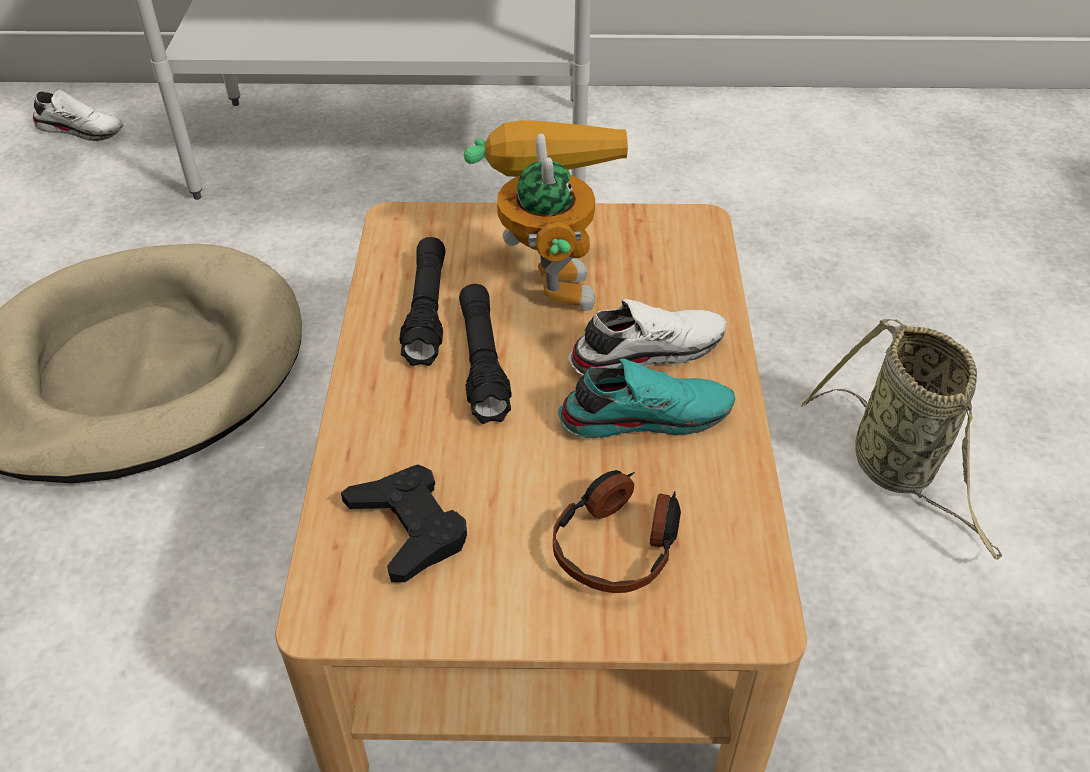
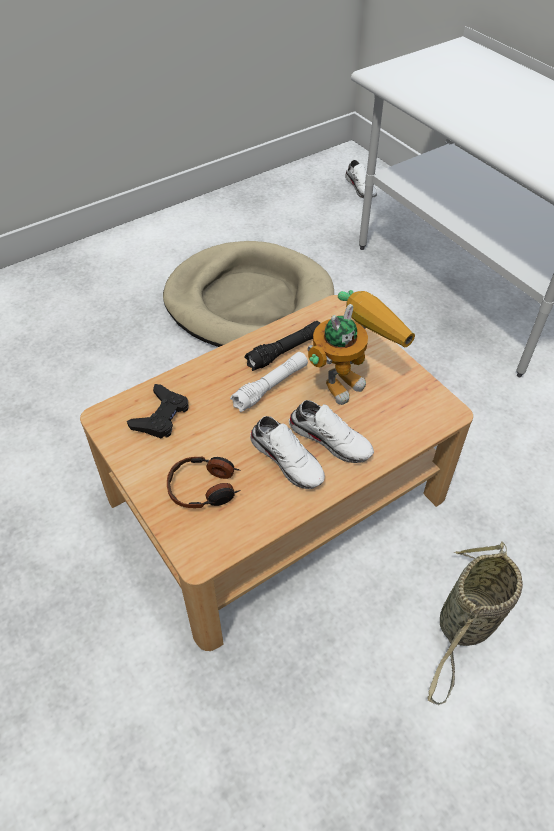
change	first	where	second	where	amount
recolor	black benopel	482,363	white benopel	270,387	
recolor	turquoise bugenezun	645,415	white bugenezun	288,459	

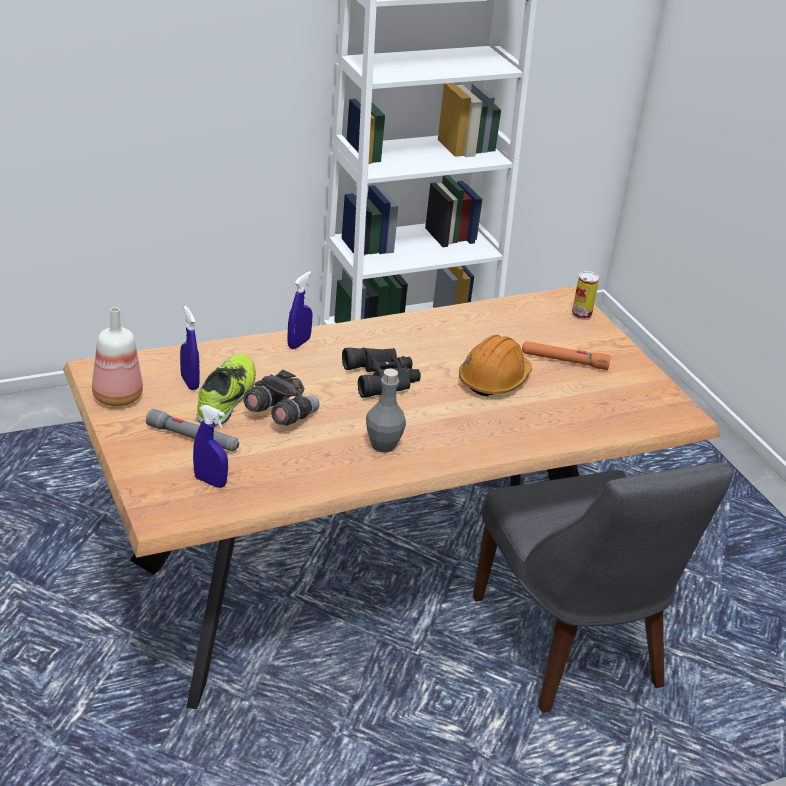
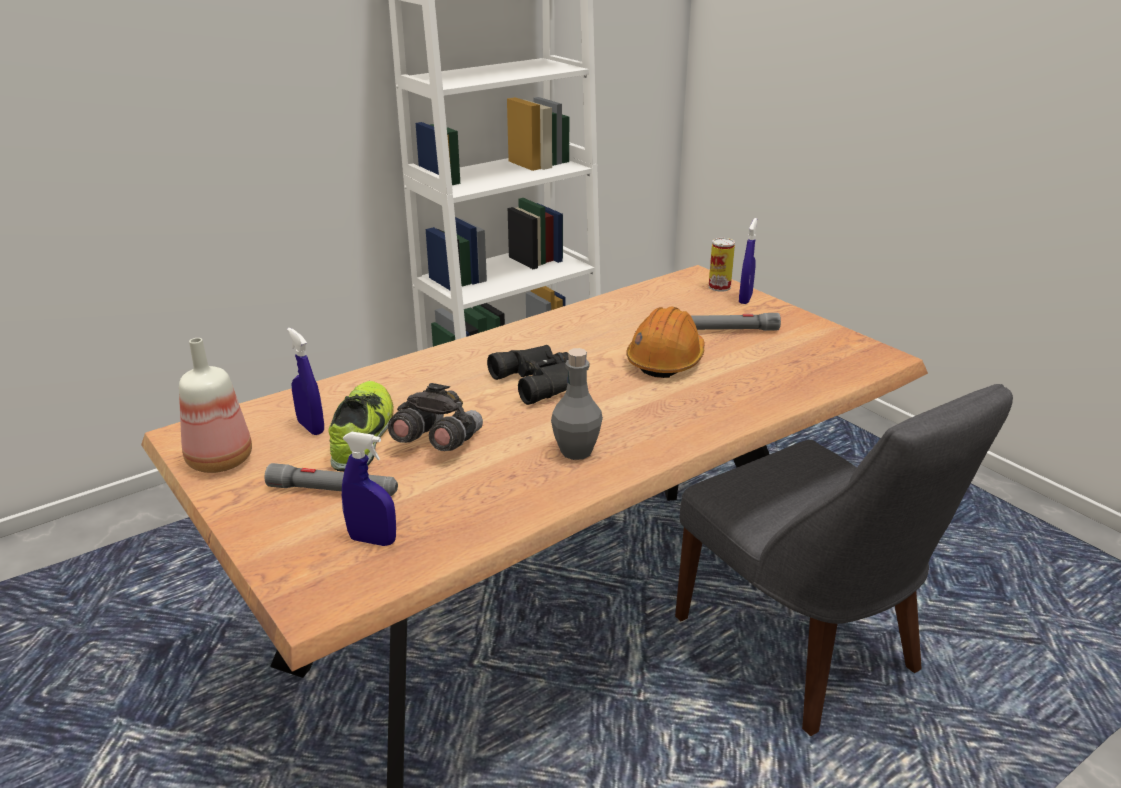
change	first	where	second	where	amount
move	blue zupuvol	299,343		745,299	
recolor	orange benopel	564,361	grey benopel	729,330	

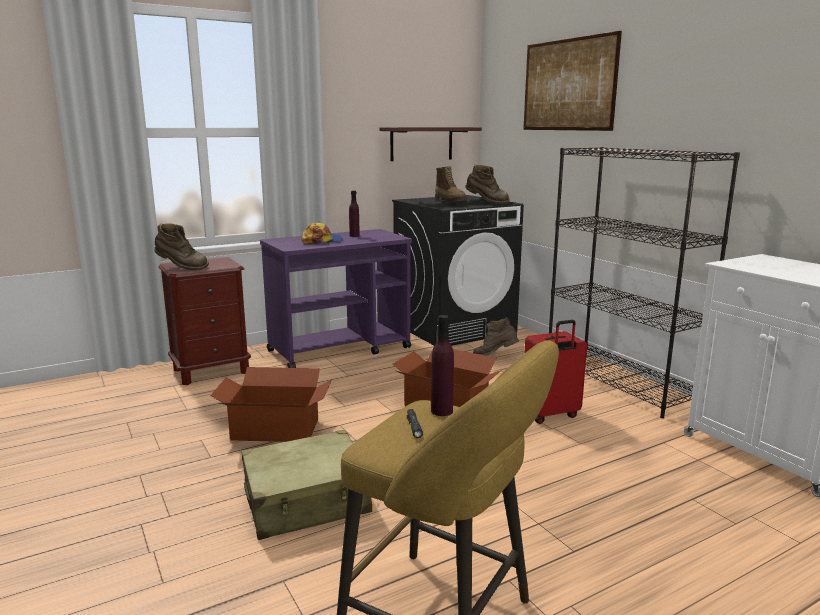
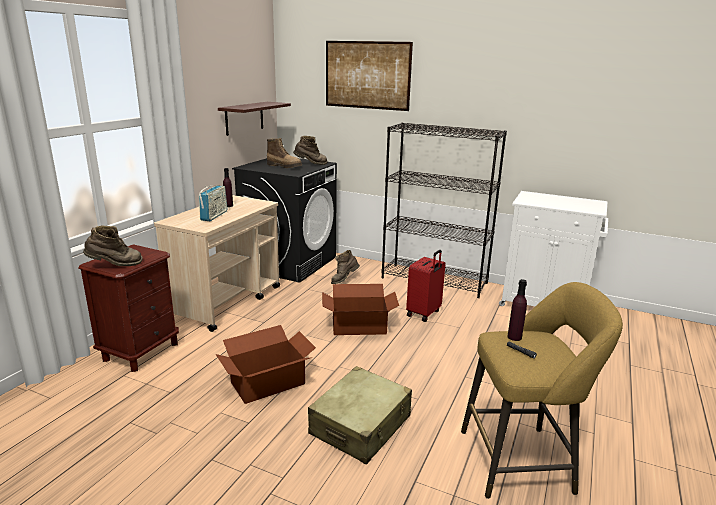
change	first	where	second	where	amount
replace	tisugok	322,241	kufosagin	214,216	
recolor	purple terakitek	340,349	beige terakitek	227,301	

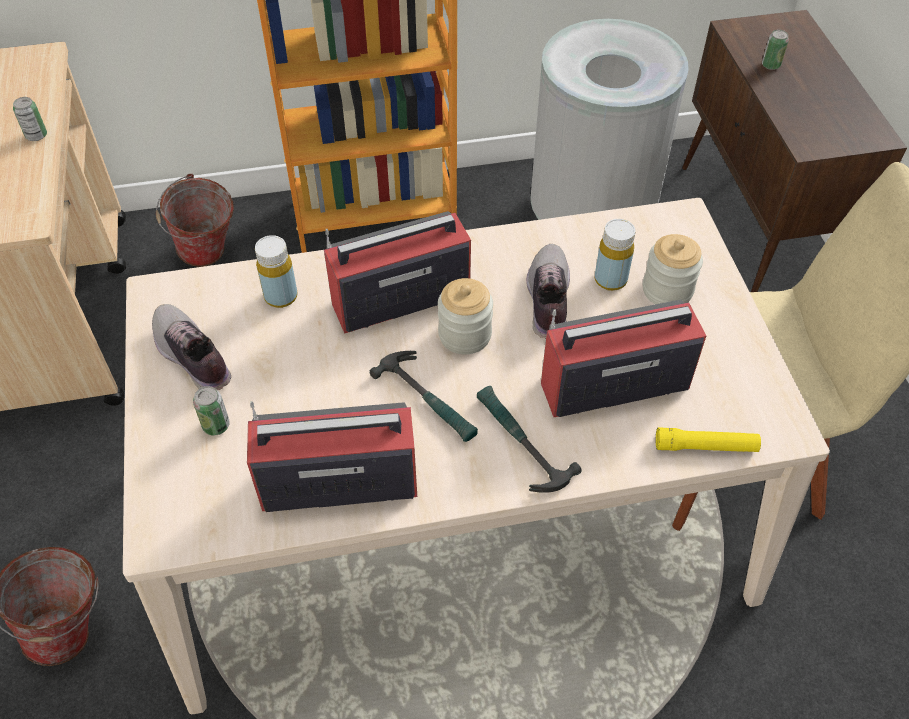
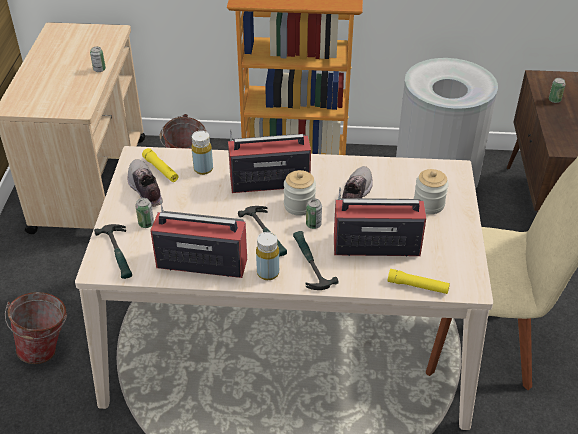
change	first	where	second	where	amount
insert			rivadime	119,253	
insert			yellow benopel	161,170	
insert			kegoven	313,224	
move	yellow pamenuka	610,280		268,273	

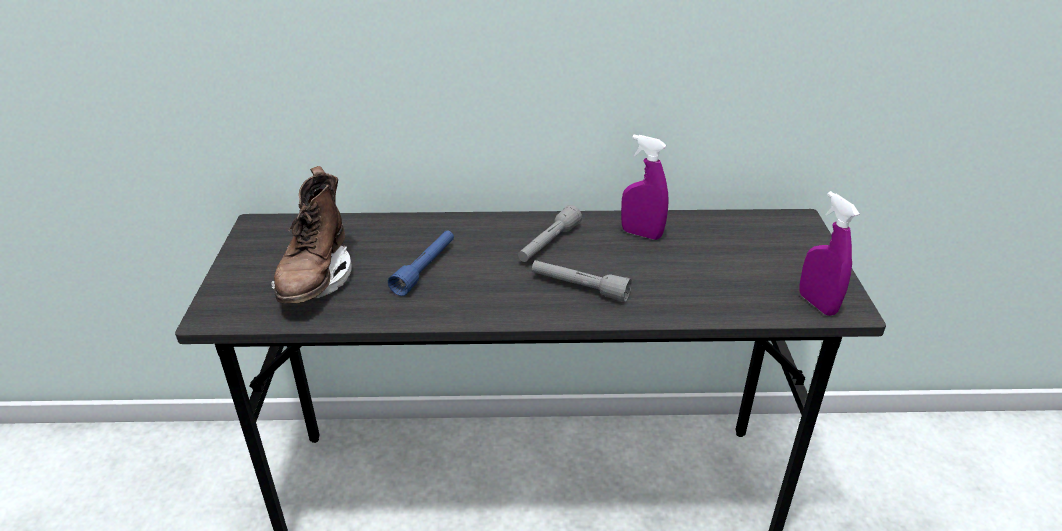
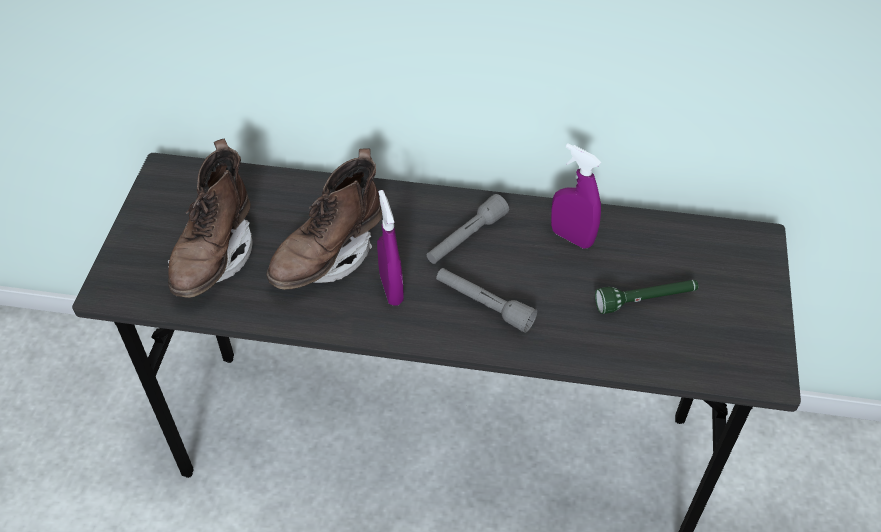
change	first	where	second	where	amount
insert			green benopel	646,301	
move	purple zupuvol	817,304		391,289	
replace	blue benopel	425,269	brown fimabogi	328,256	

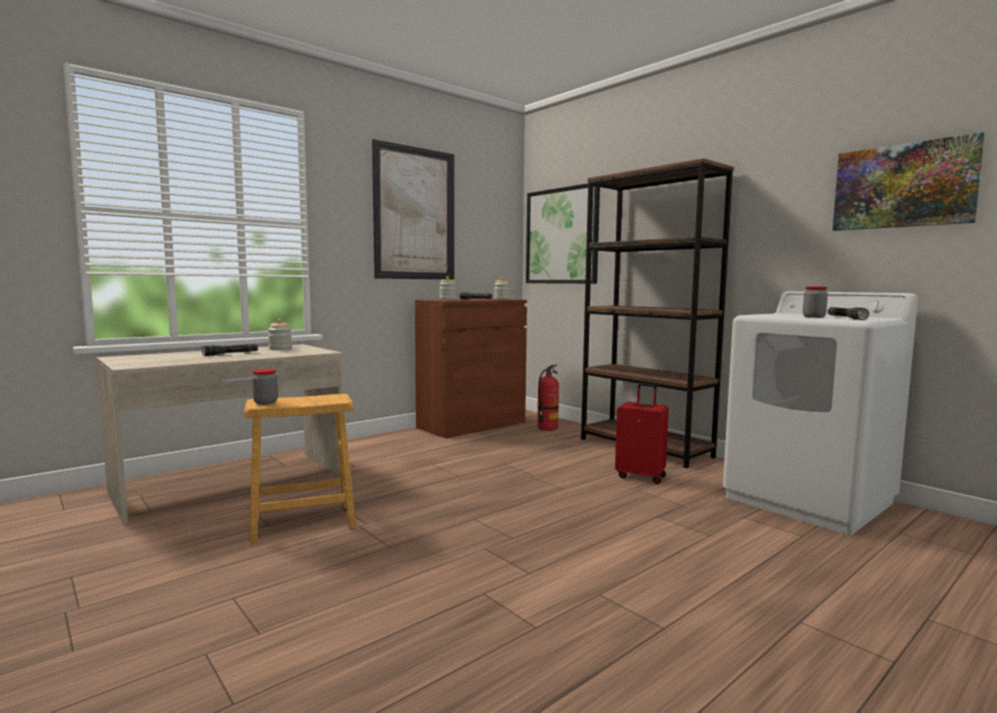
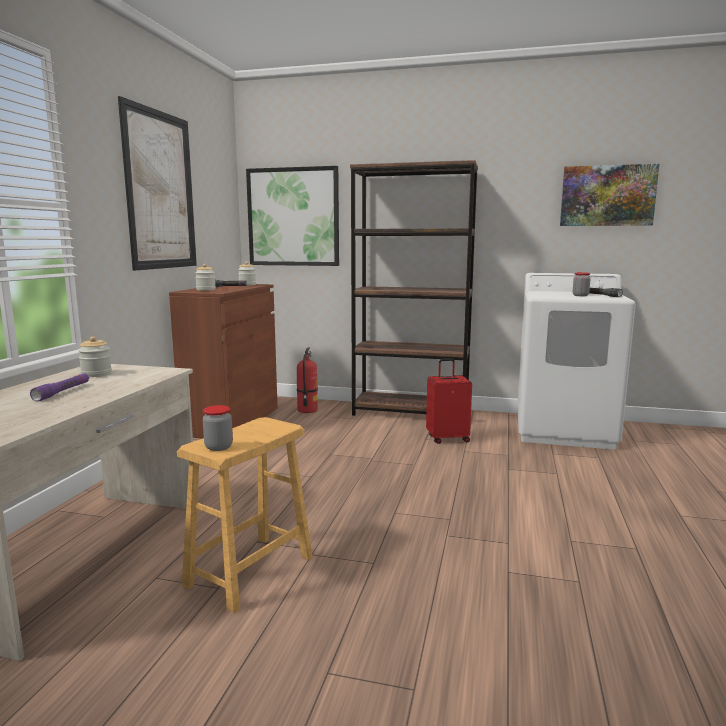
change	first	where	second	where	amount
recolor	black benopel	231,354	purple benopel	62,392	

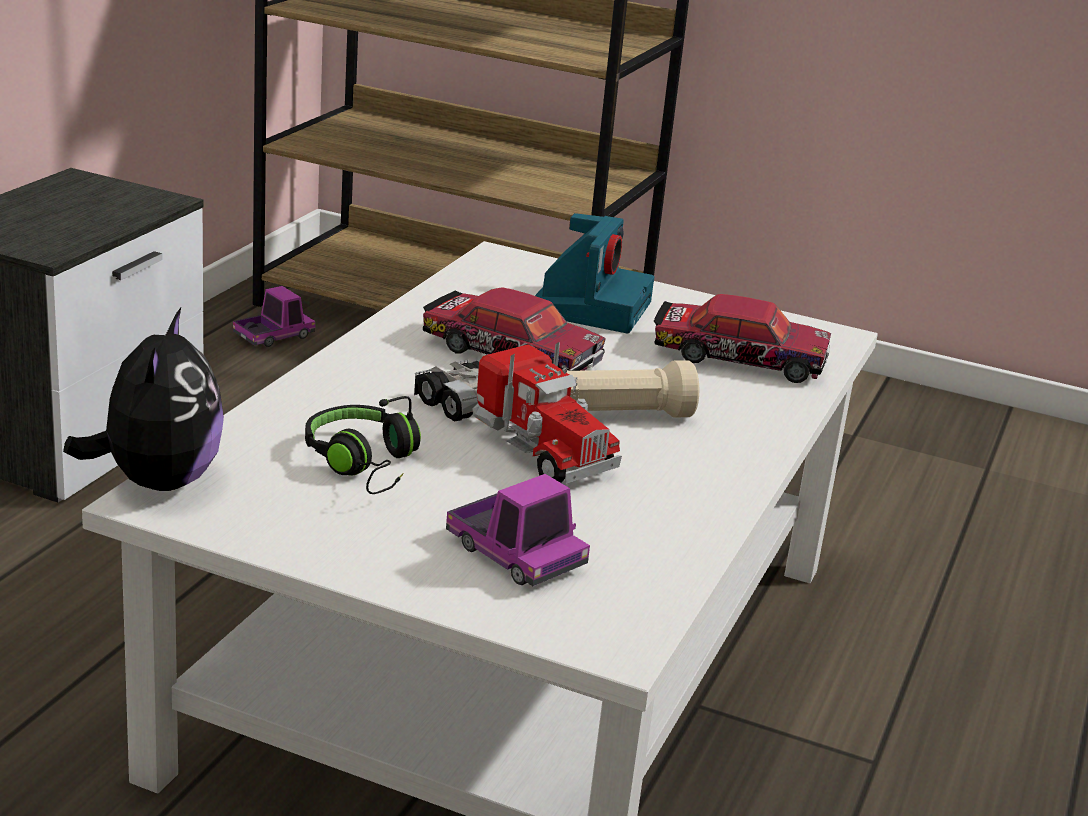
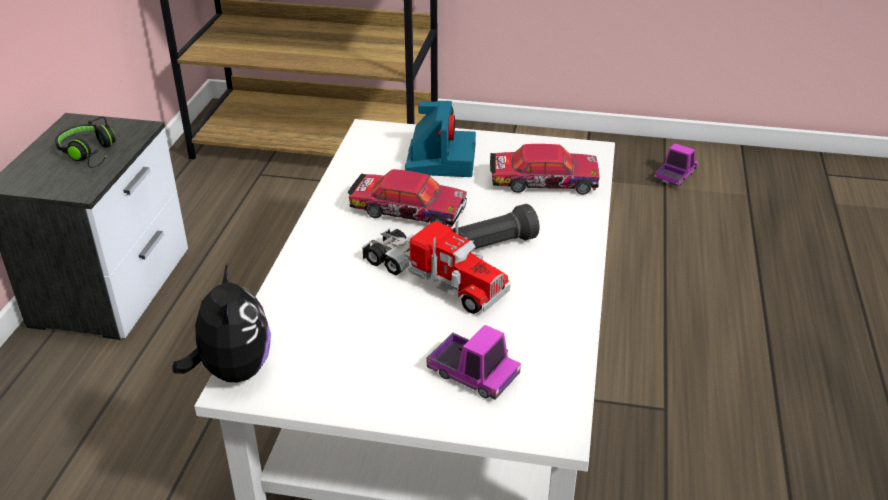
change	first	where	second	where	amount
move	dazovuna	274,336		675,176	
move	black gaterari	365,464		90,153	
recolor	beige benopel	622,415	black benopel	493,245	

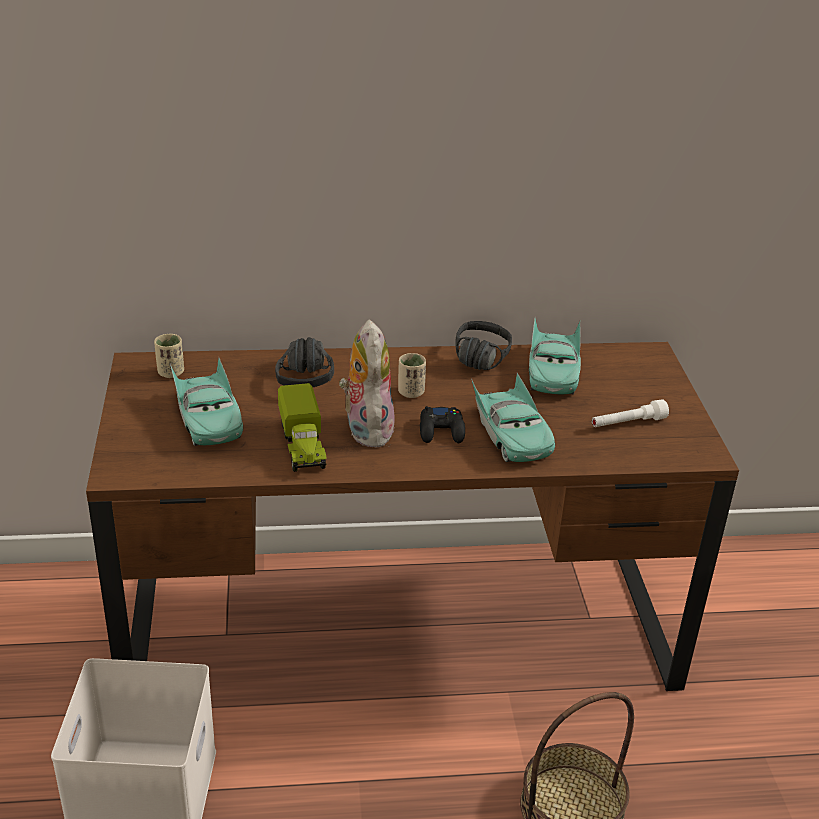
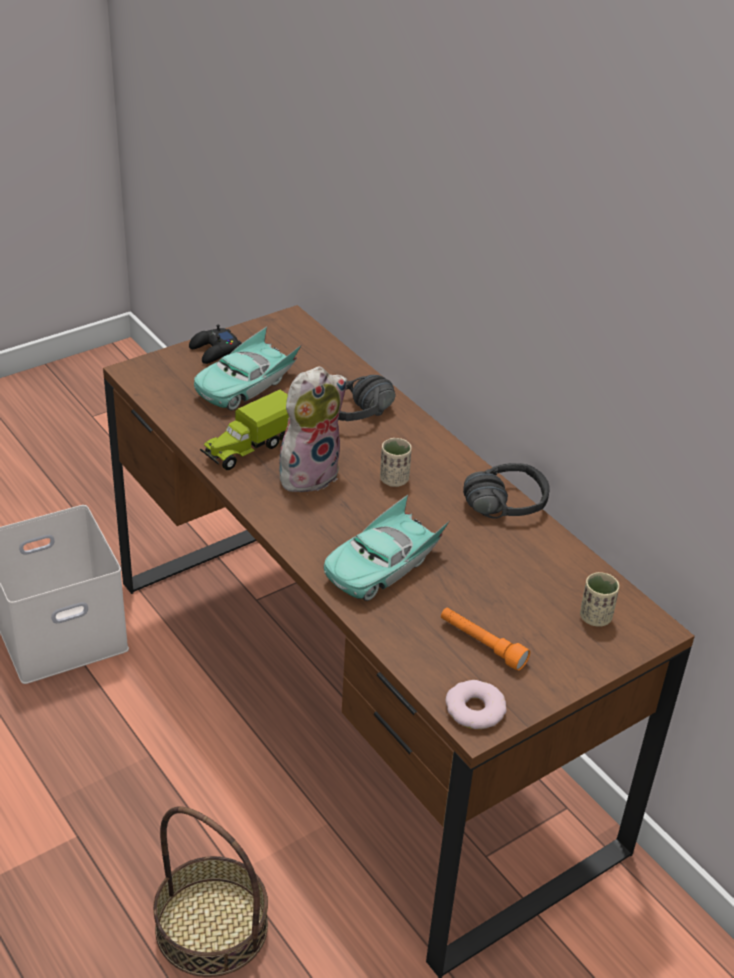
change	first	where	second	where	amount
delete	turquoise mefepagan	552,371			
insert			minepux	474,709	
move	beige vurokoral	171,372		595,617	
move	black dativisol	442,431		215,351	
recolor	white benopel	627,423	orange benopel	481,644	

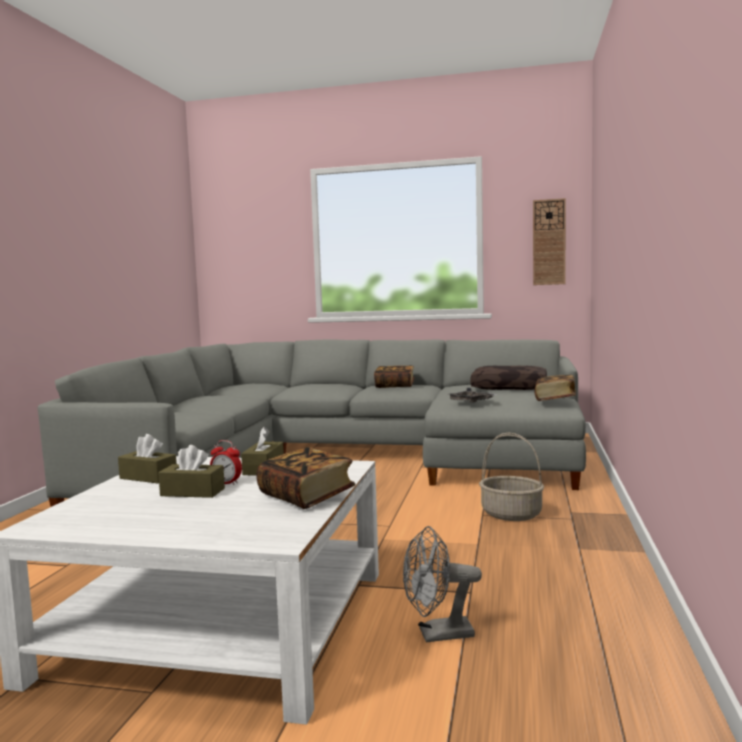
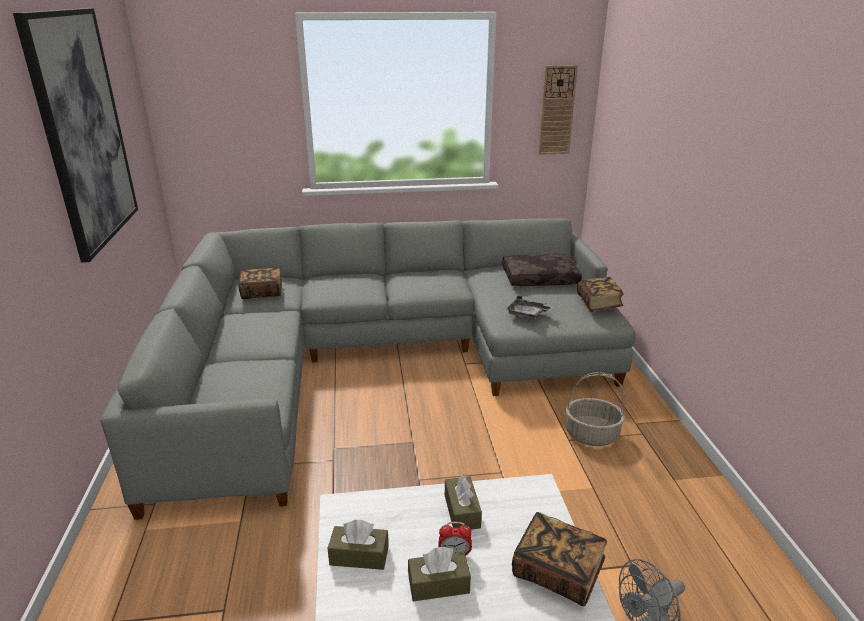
change	first	where	second	where	amount
insert			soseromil	83,130	
move	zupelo	395,386		262,292	

